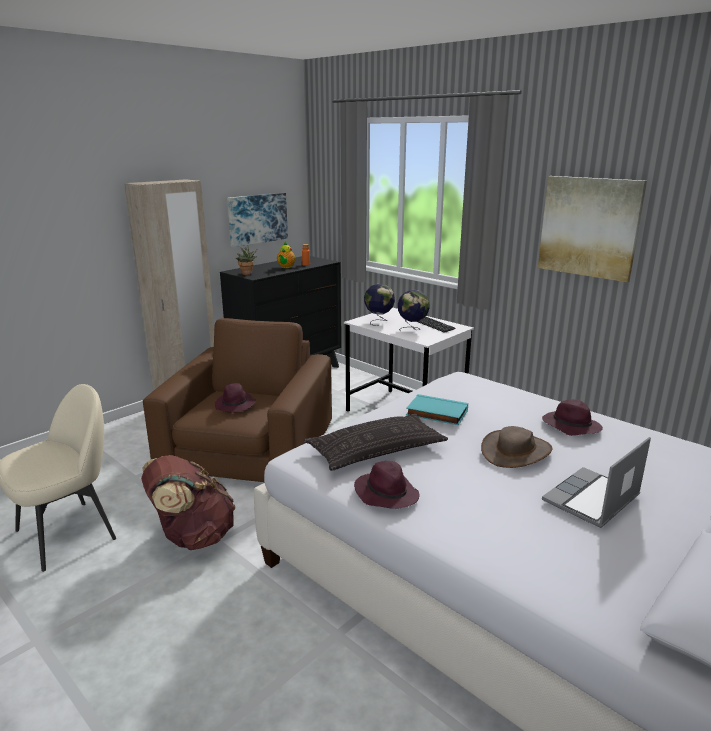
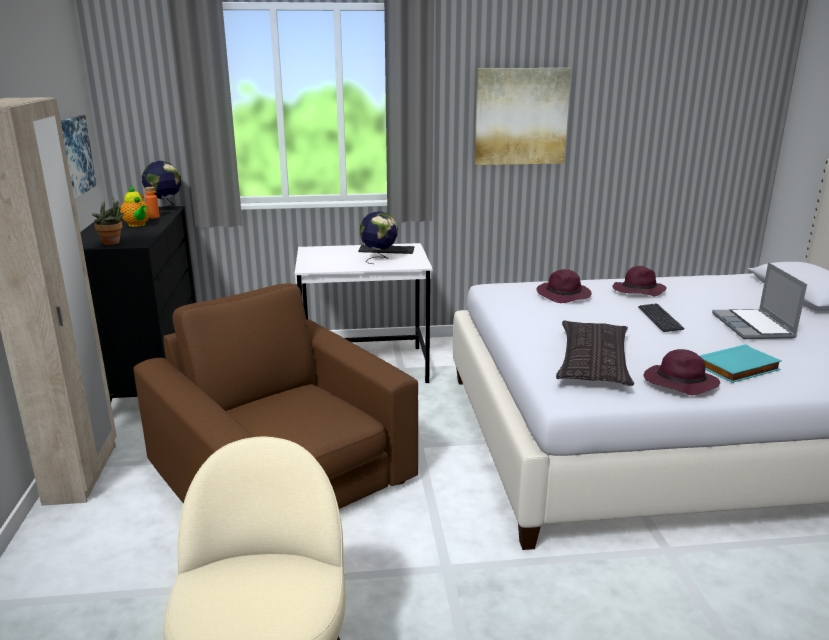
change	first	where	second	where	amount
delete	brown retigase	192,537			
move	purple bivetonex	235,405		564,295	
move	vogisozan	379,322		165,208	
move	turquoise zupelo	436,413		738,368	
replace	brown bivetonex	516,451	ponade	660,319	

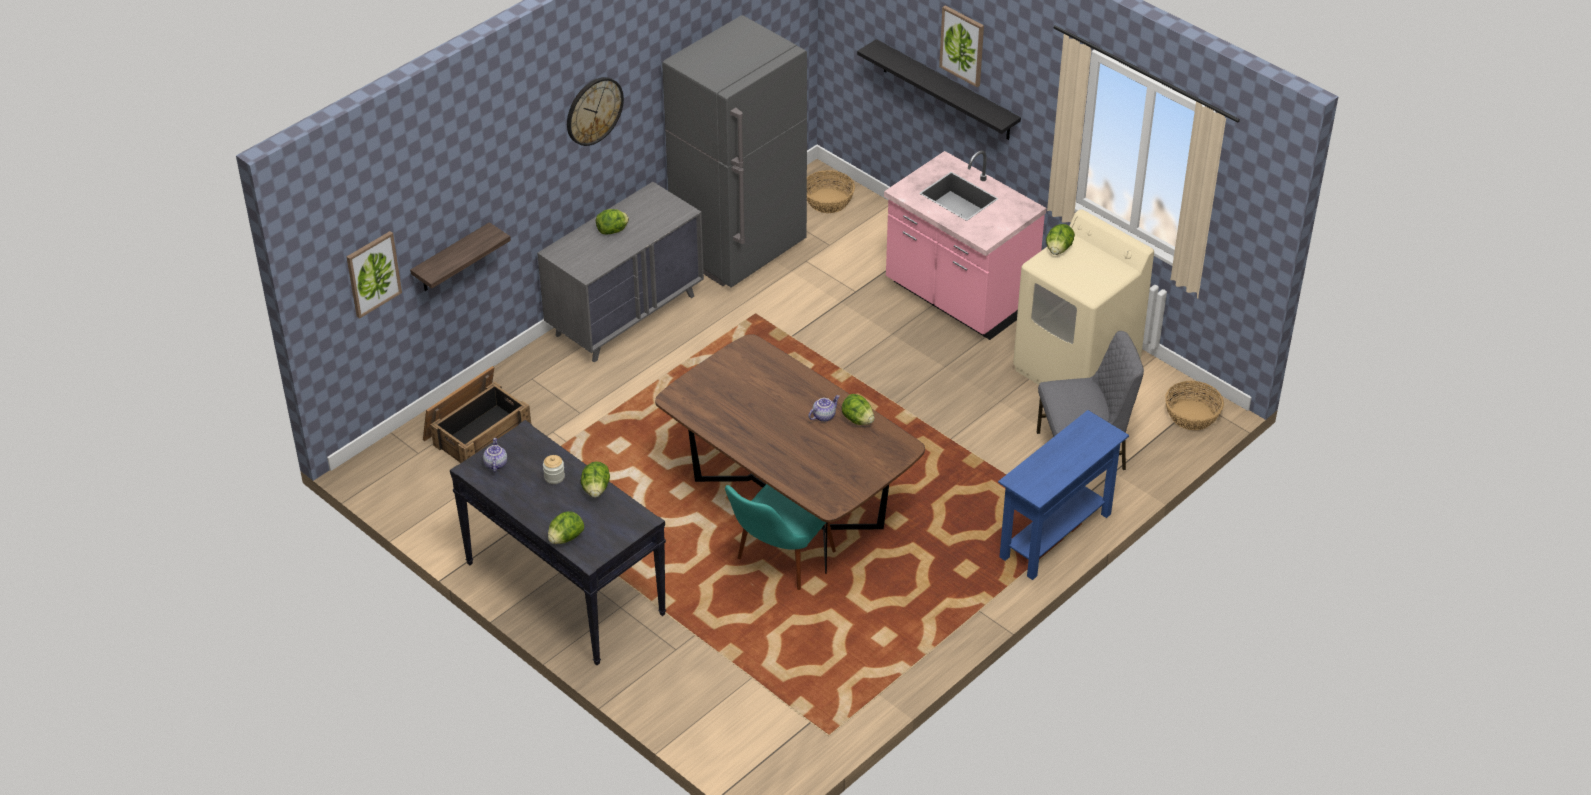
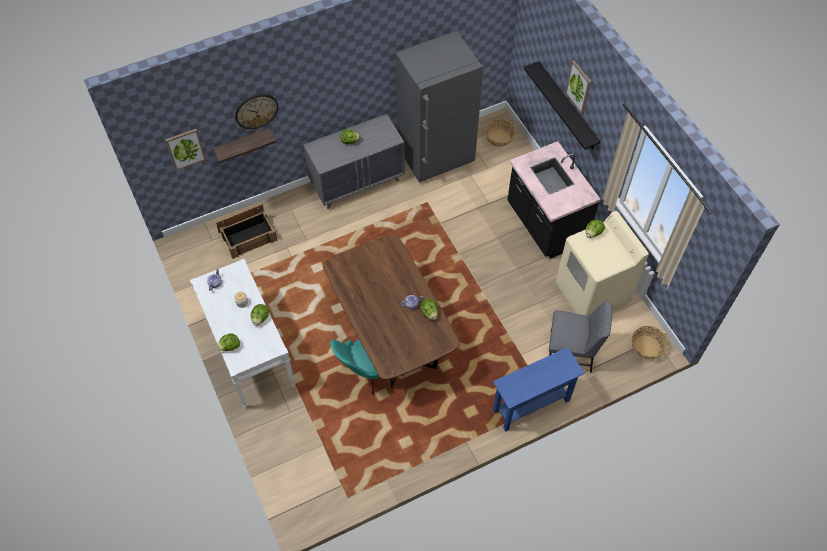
change	first	where	second	where	amount
move	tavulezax	594,110		256,111	
recolor	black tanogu	564,588	white tanogu	249,351	
recolor	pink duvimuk	958,297	black duvimuk	545,224	

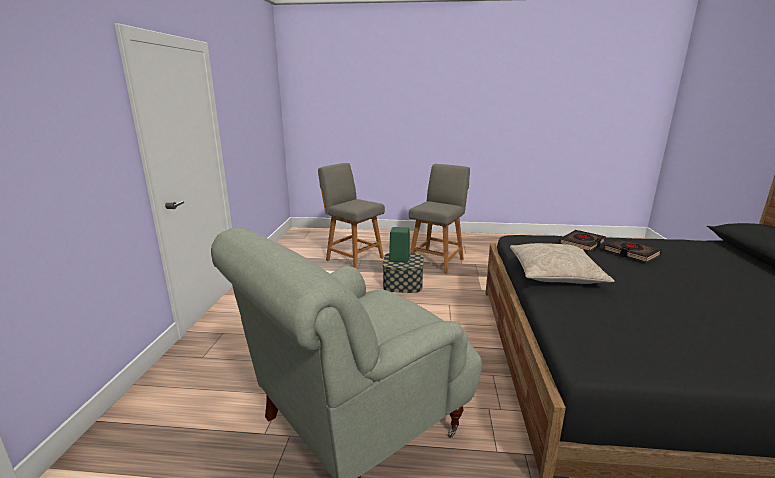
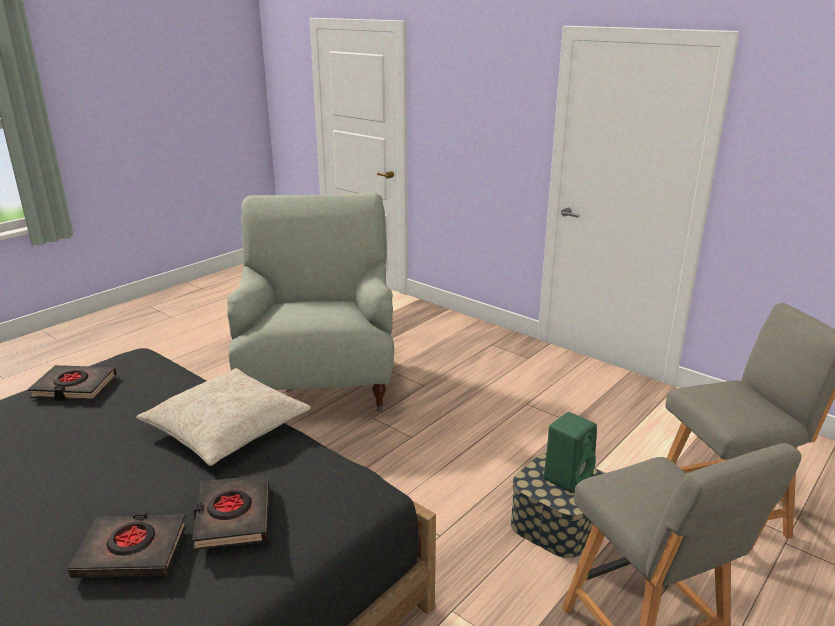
change	first	where	second	where	amount
insert			black zupelo	74,387	

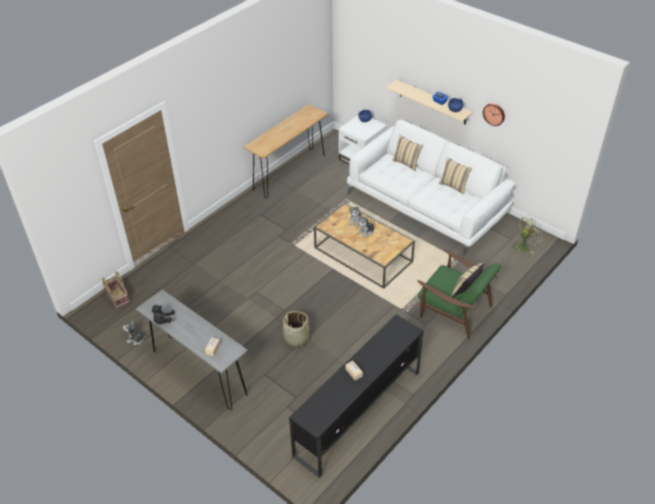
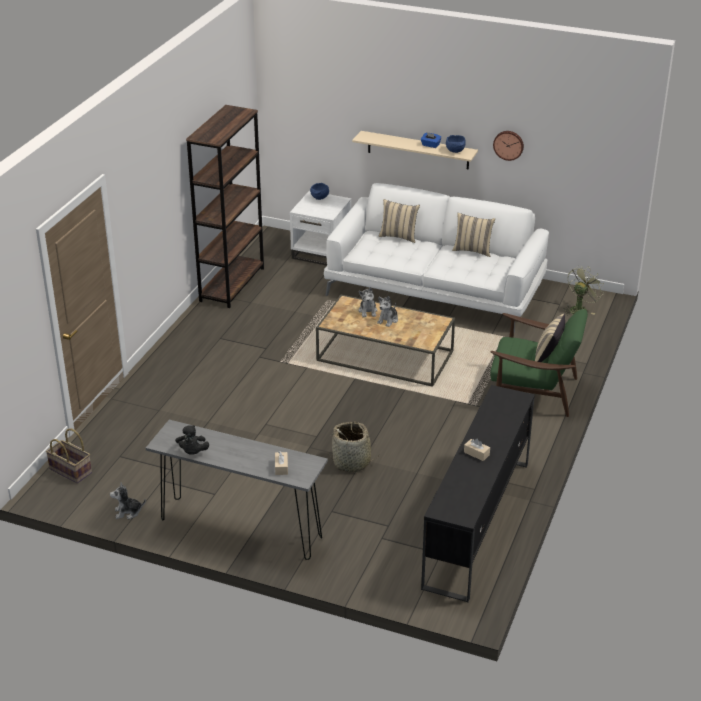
change	first	where	second	where	amount
replace	brown tanogu	289,172	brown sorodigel	232,284	

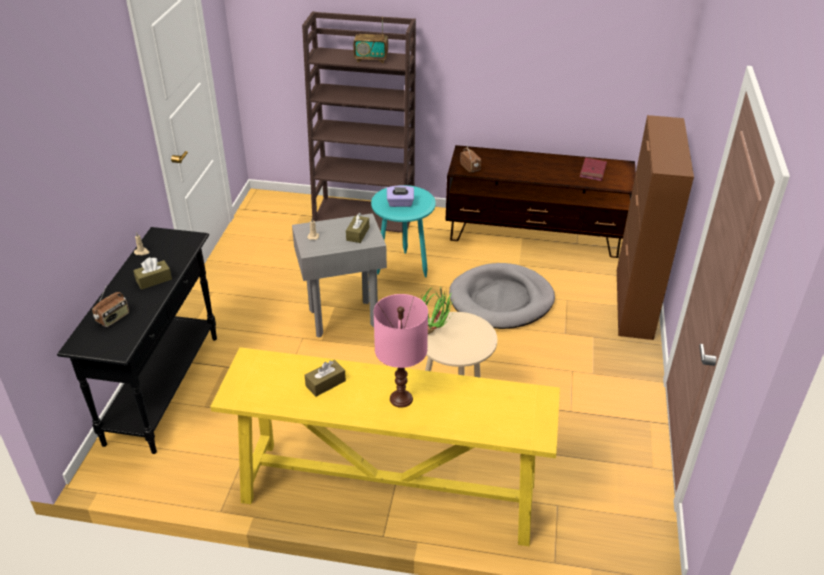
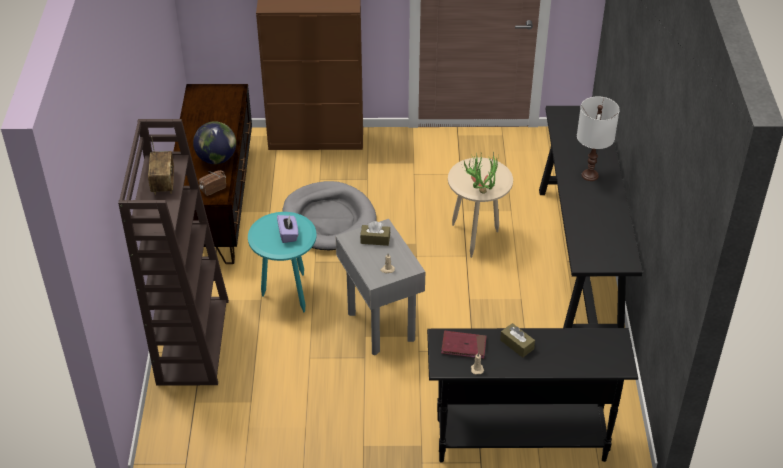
change	first	where	second	where	amount
delete	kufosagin	113,318			
delete	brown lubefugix	325,383			
insert			vogisozan	216,159	
move	red zupelo	593,171		463,346	
recolor	yellow tanogu	387,492	black tanogu	578,264	
recolor	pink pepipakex	400,399	white pepipakex	590,175	

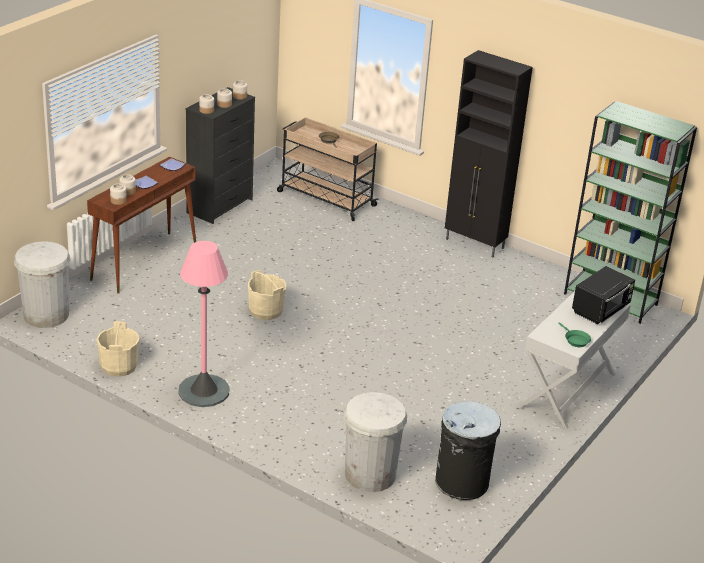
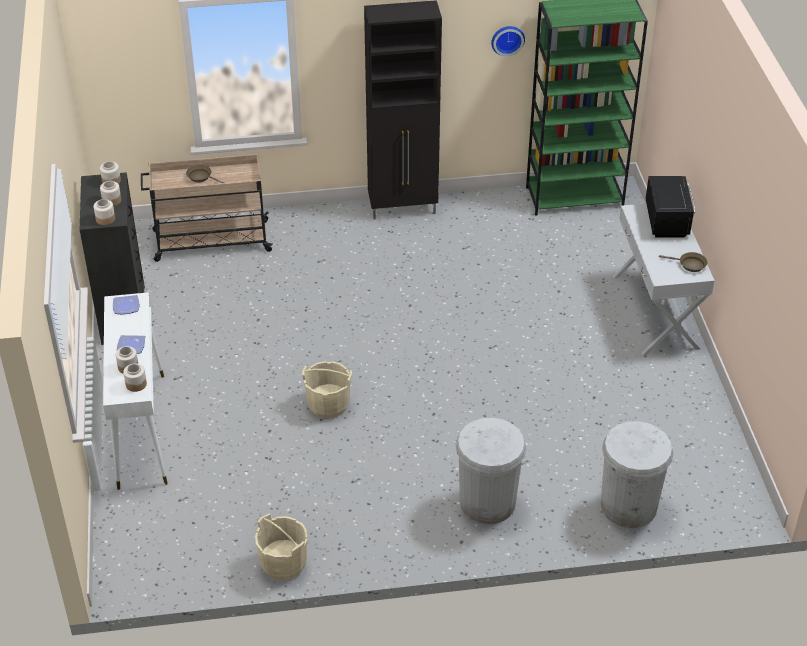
change	first	where	second	where	amount
delete	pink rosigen	203,391			
delete	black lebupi	462,482			
insert			tavulezax	507,39	
move	white lebupi	46,315		487,502	
recolor	brown tanogu	145,261	white tanogu	141,429	
recolor	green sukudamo	575,340	brown sukudamo	689,265	

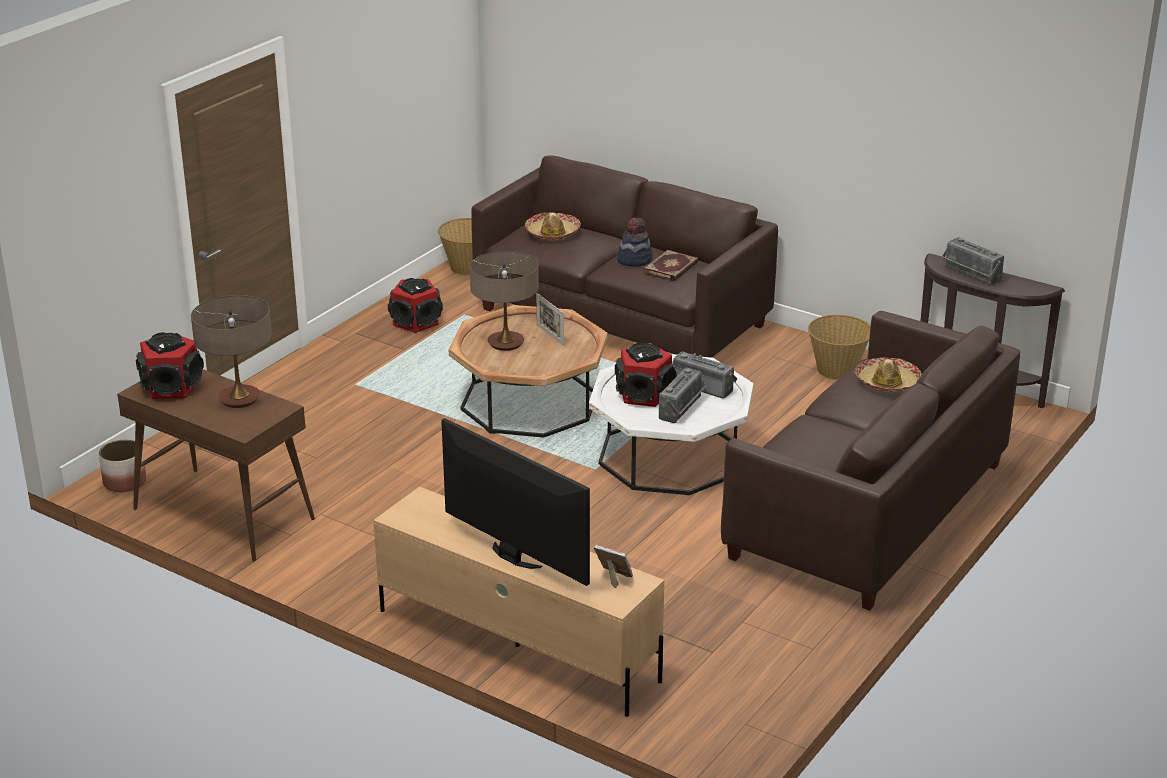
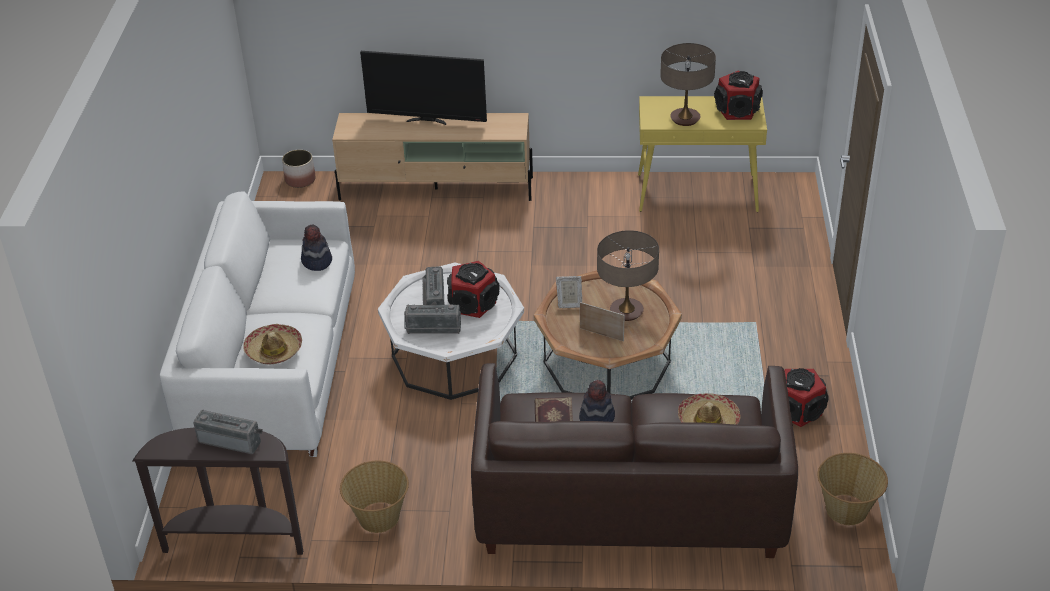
change	first	where	second	where	amount
insert			bivetonex	316,261	
move	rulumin	125,482		300,180	
move	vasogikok	614,578		569,303	
recolor	brown tanogu	222,514	yellow tanogu	698,193	
recolor	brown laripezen	868,510	white laripezen	274,366	

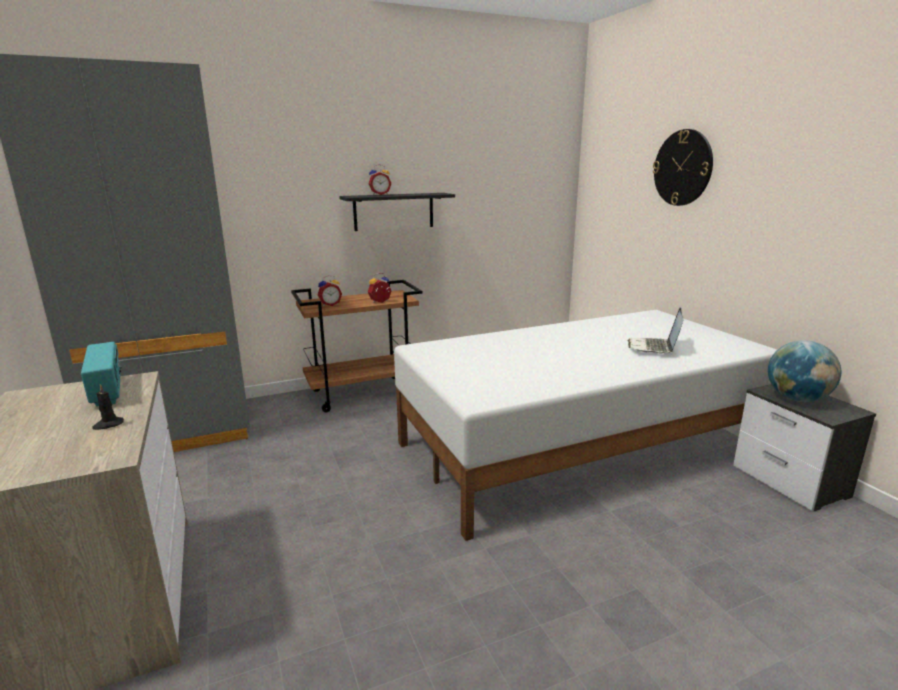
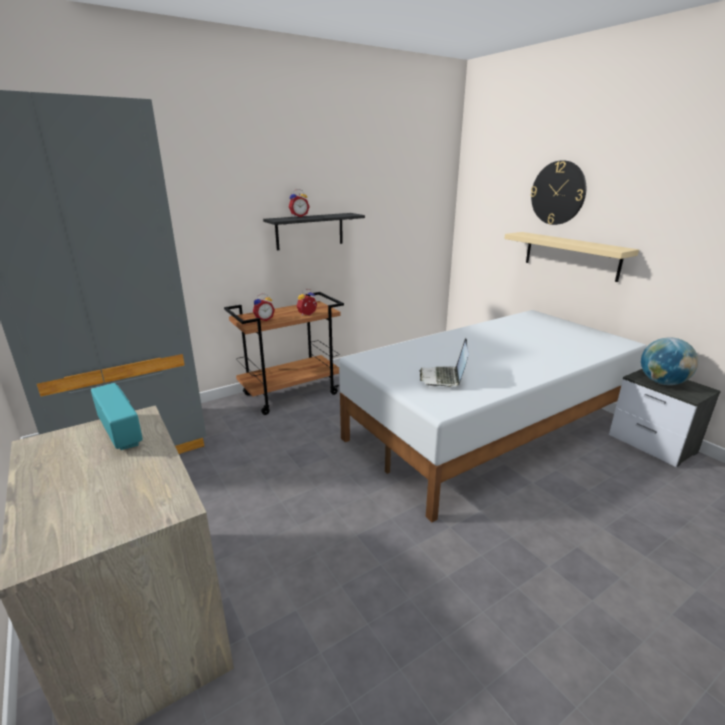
change	first	where	second	where	amount
delete	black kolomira	108,425			
insert			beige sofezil	571,255	
move	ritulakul	654,347		443,378	

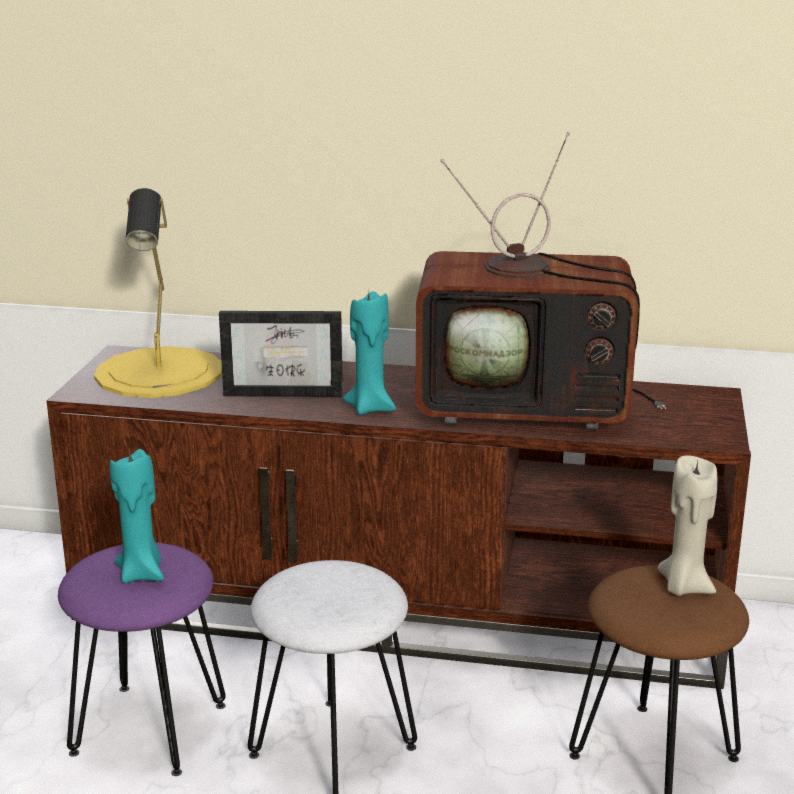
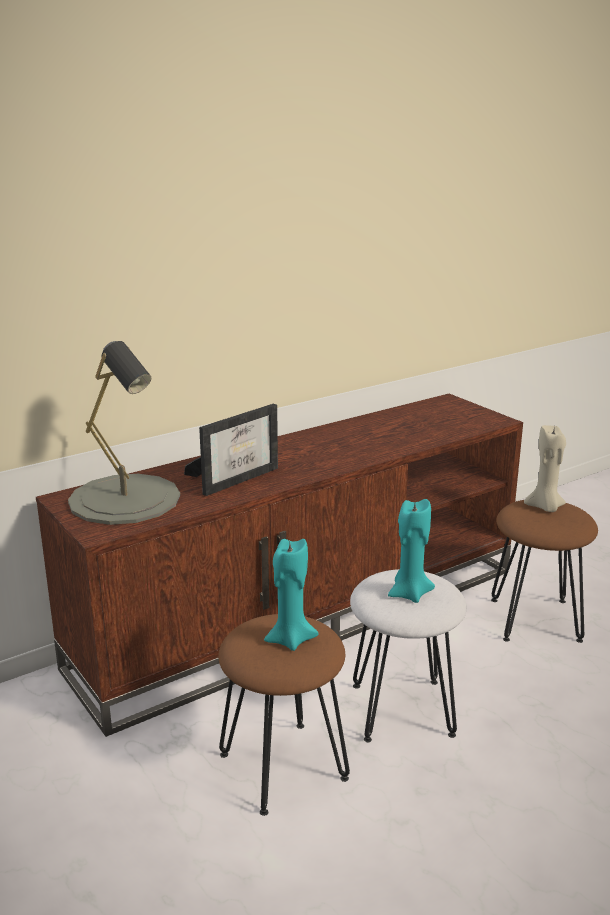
change	first	where	second	where	amount
delete	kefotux	529,406			
move	turquoise kolomira	370,408		409,594	
recolor	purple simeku	150,727	brown simeku	282,765	
recolor	yellow pepipakex	160,373	grey pepipakex	125,499	

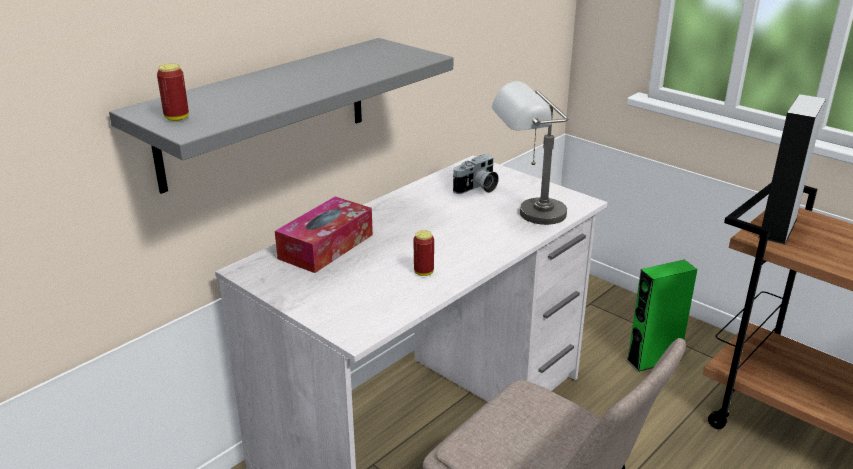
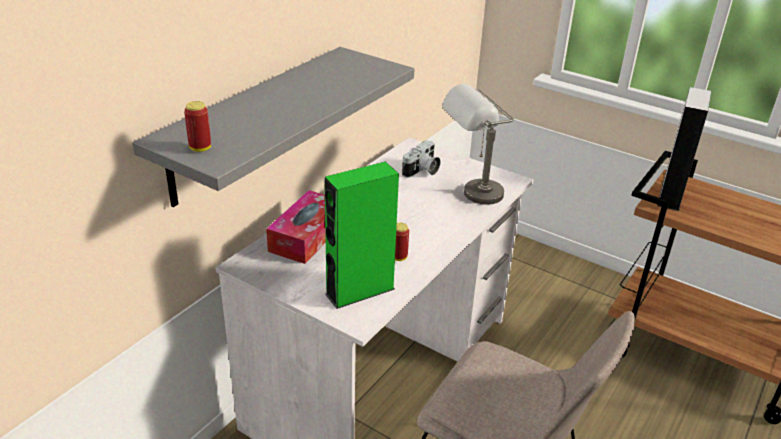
change	first	where	second	where	amount
move	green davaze	653,360		360,291	

